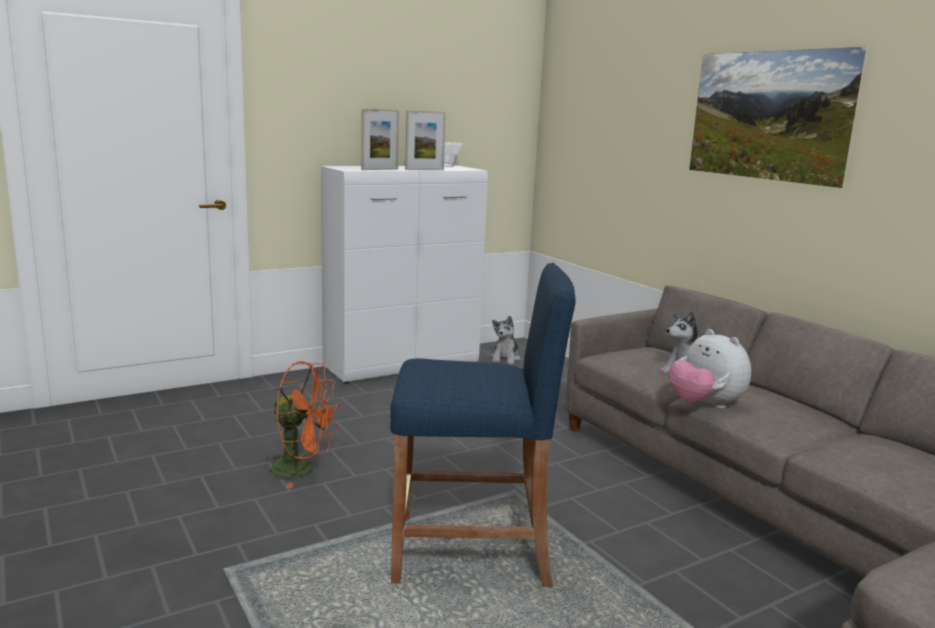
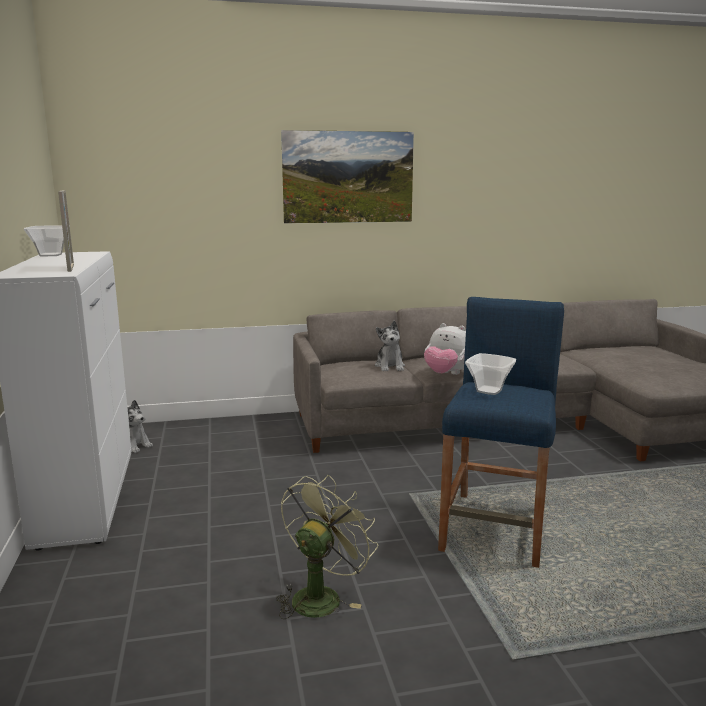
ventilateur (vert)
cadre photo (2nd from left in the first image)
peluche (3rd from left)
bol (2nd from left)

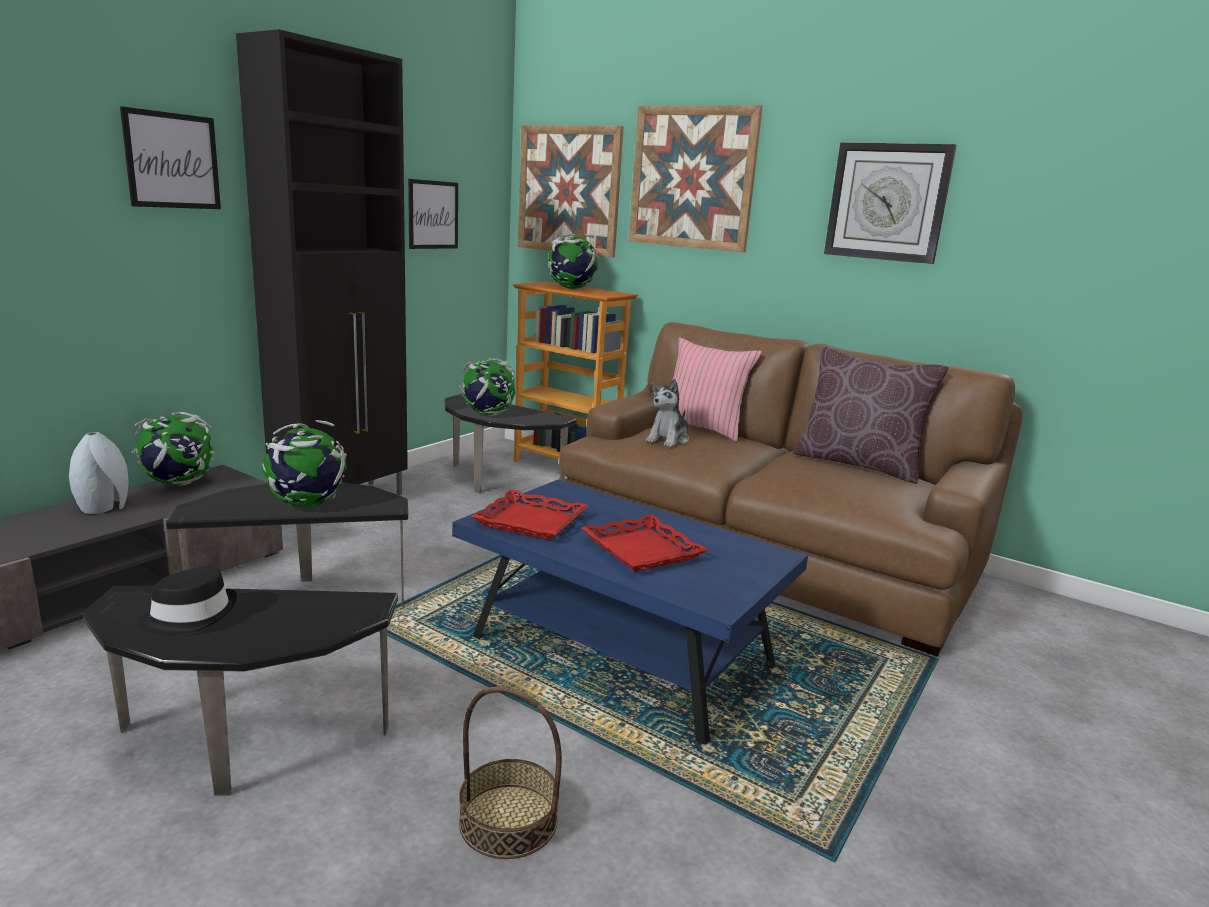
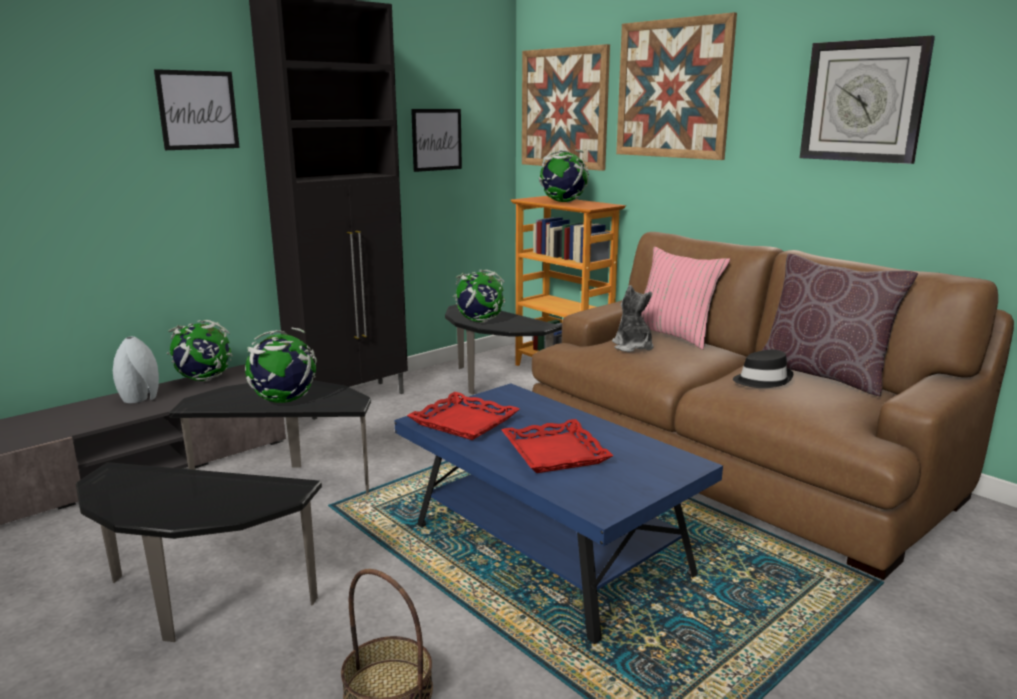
chapeau (noir)
peluche

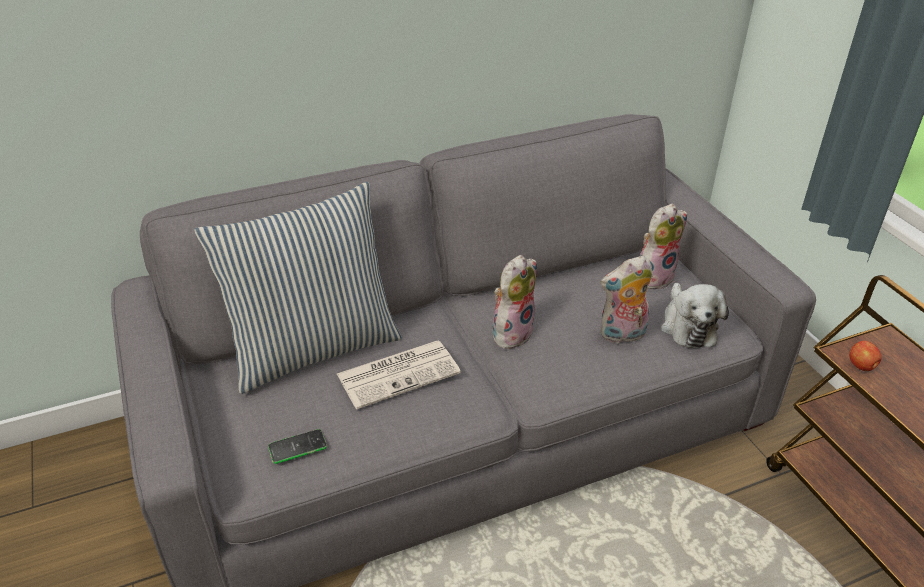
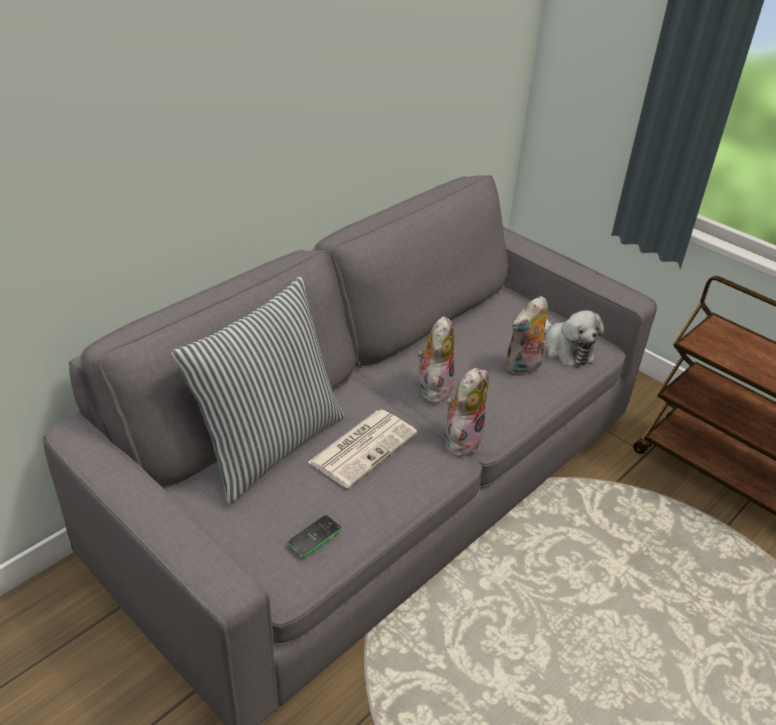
peluche (2nd from left)
pomme

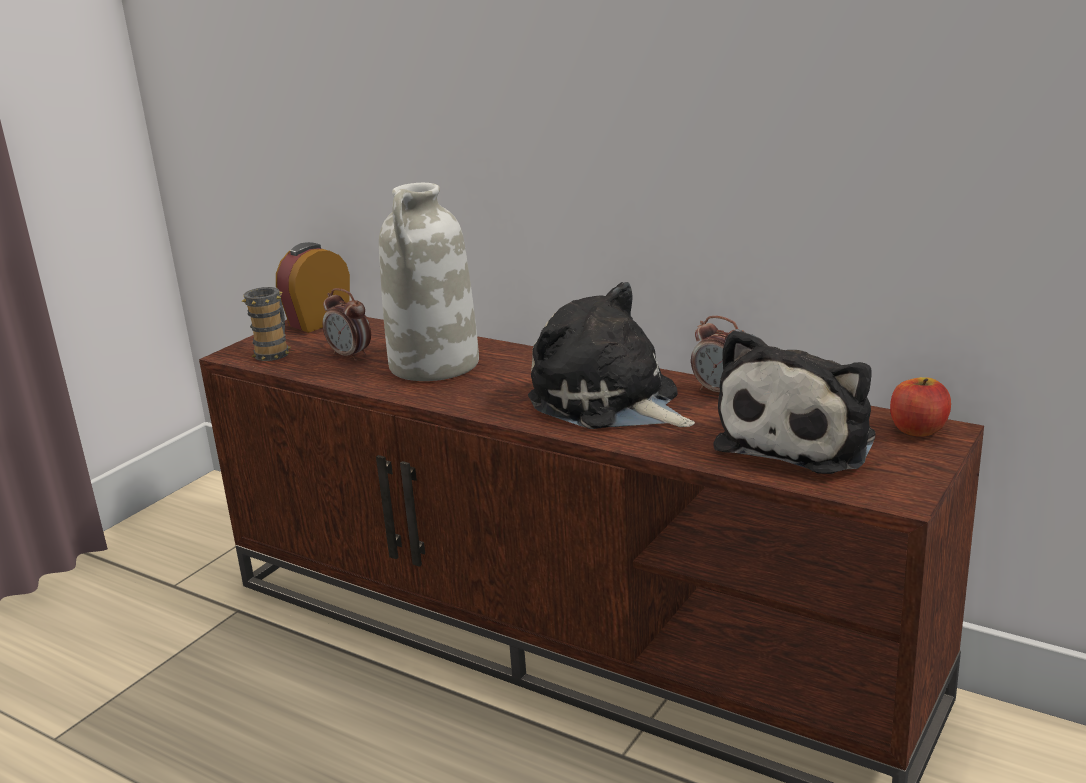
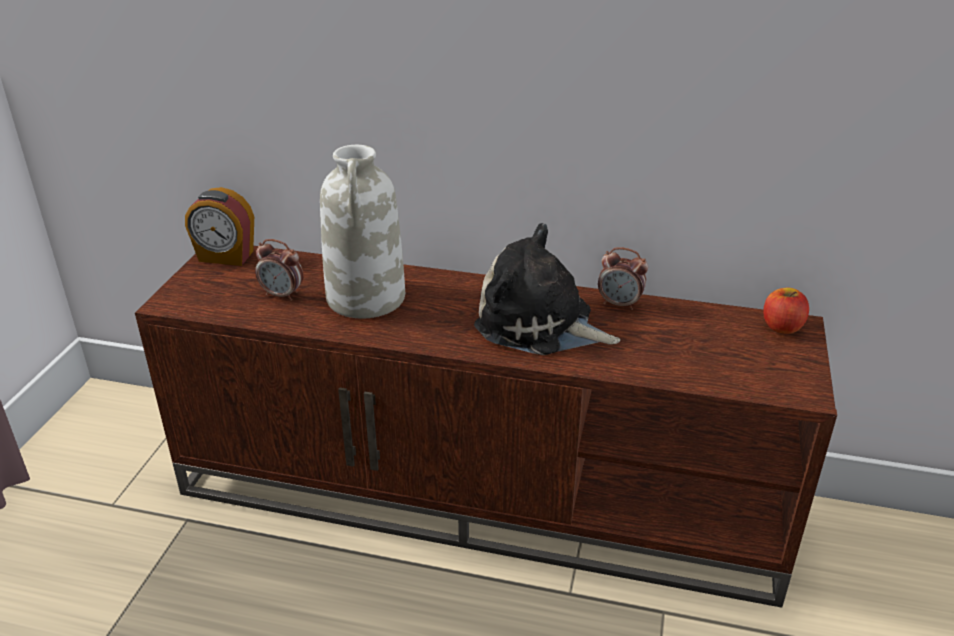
mug
réveil (1st from left)
peluche (2nd from left in the first image)

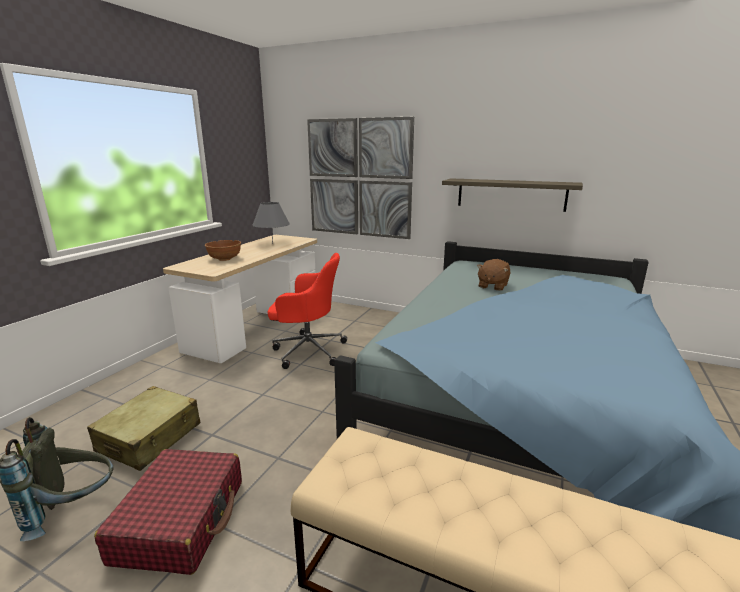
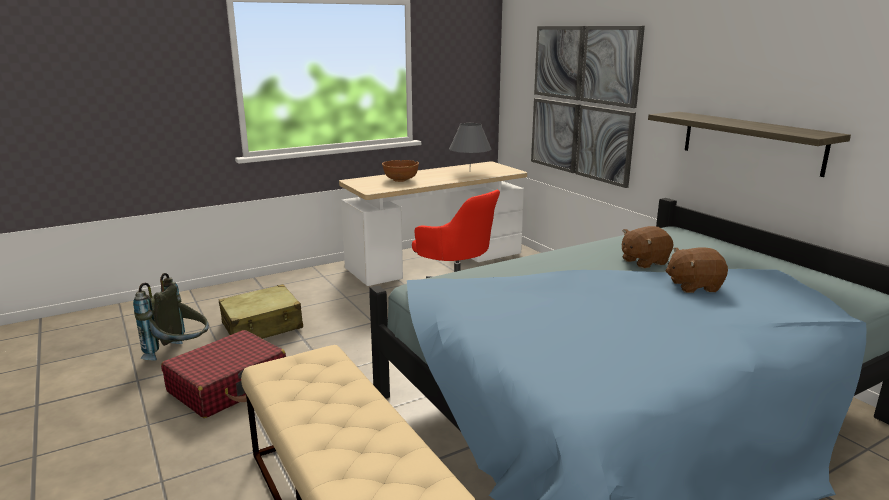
peluche (marron) (2nd from left)

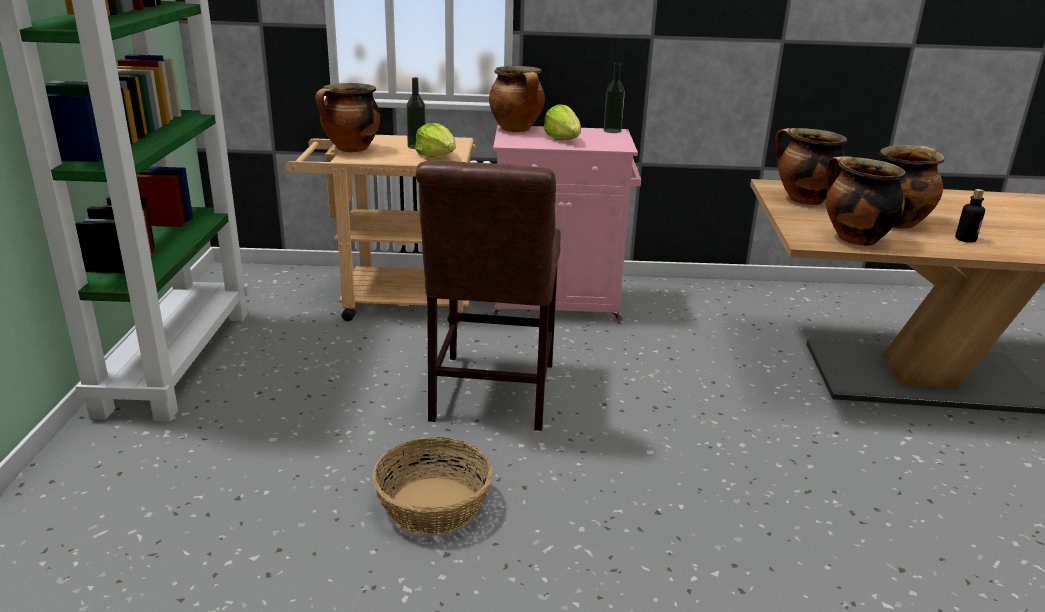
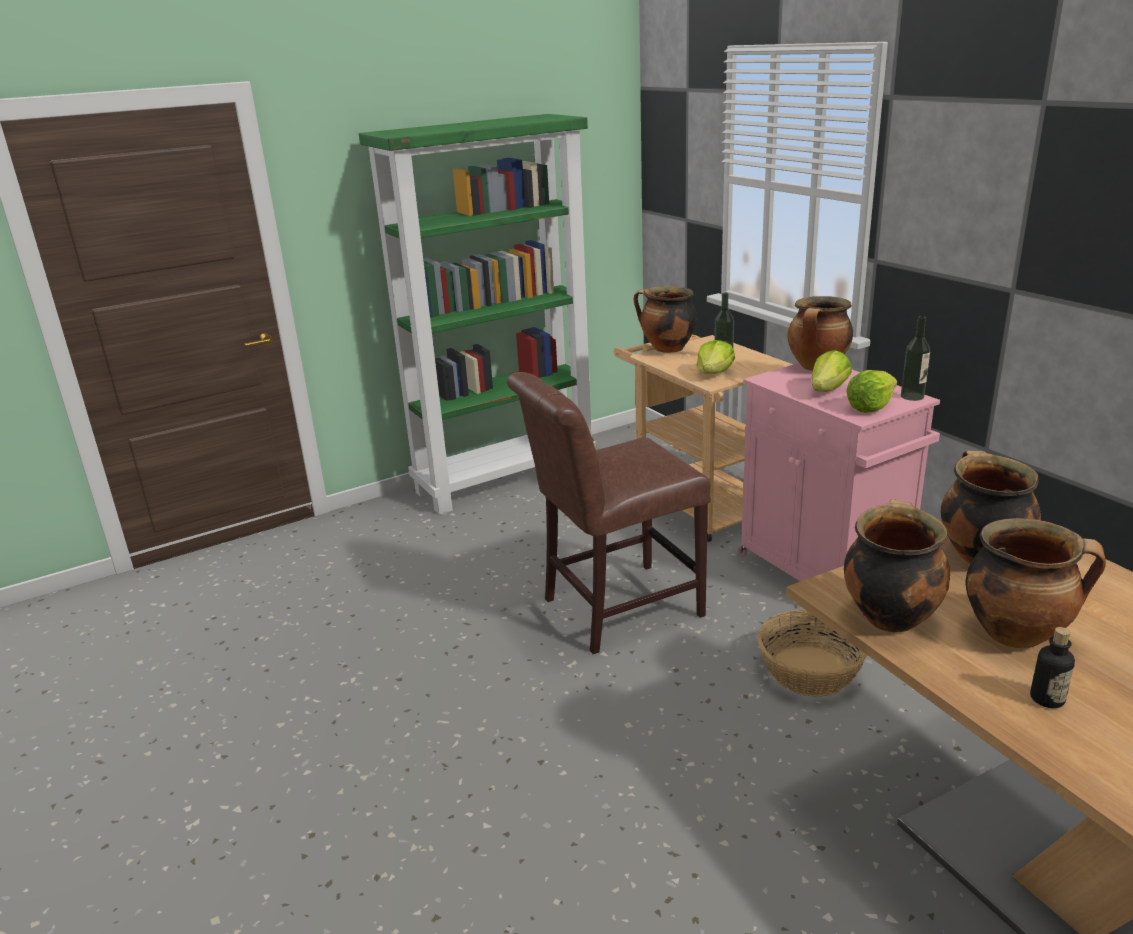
panier
laitue (3rd from left)

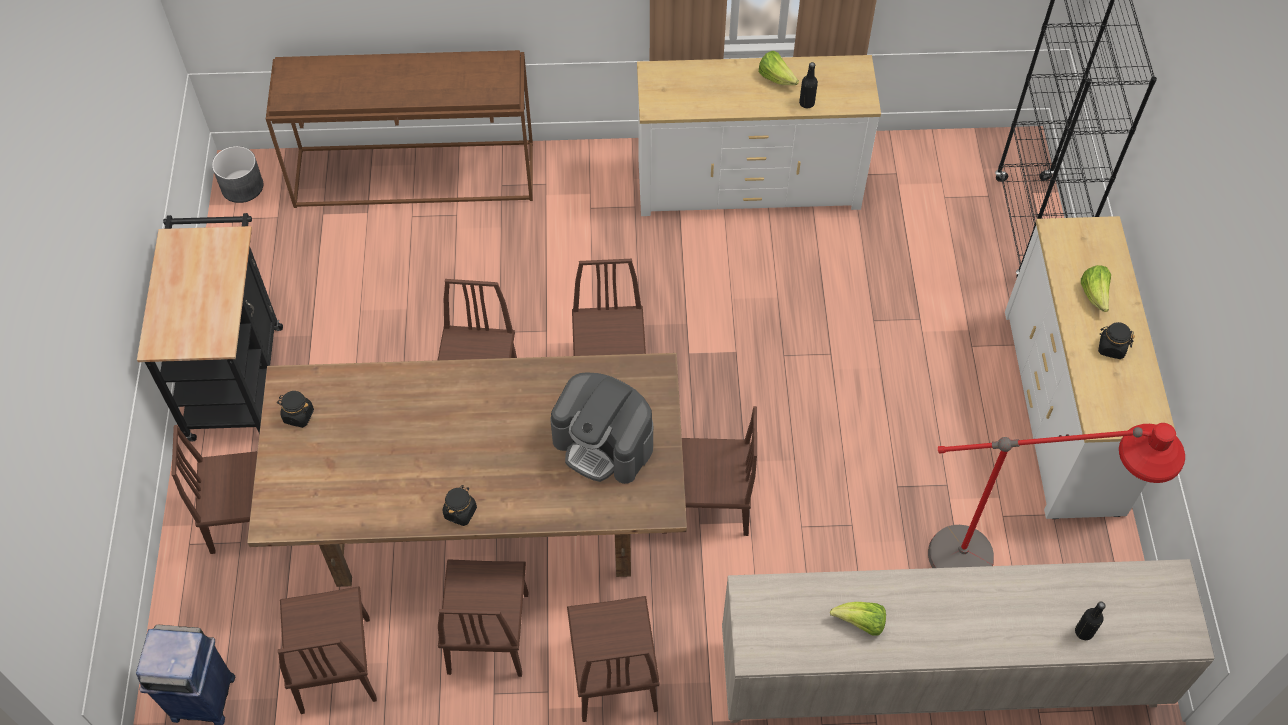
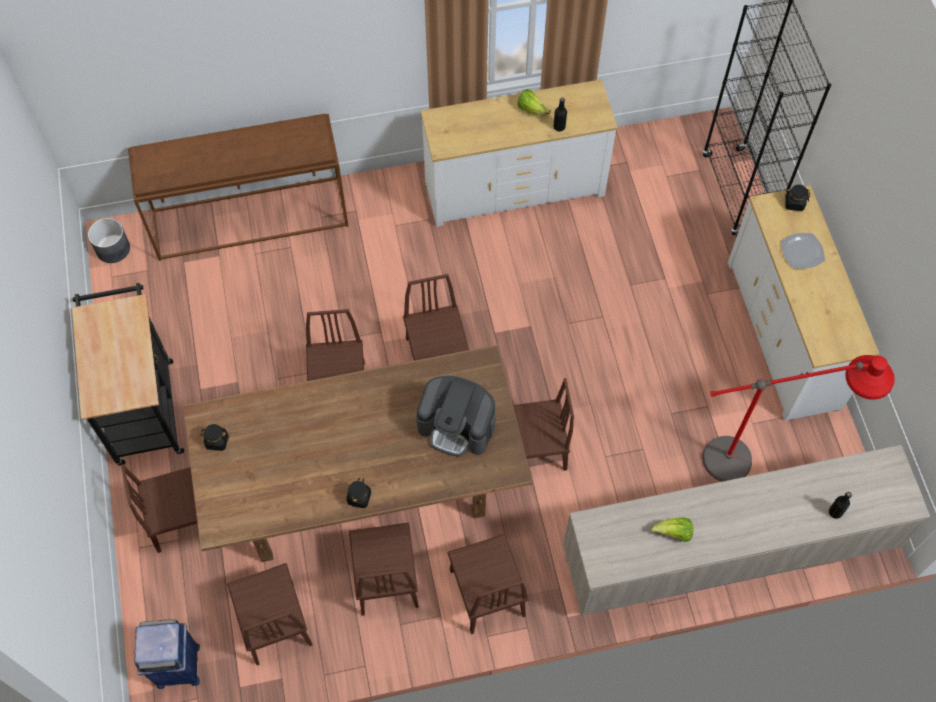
assiette
bocal (noir) (3rd from left)

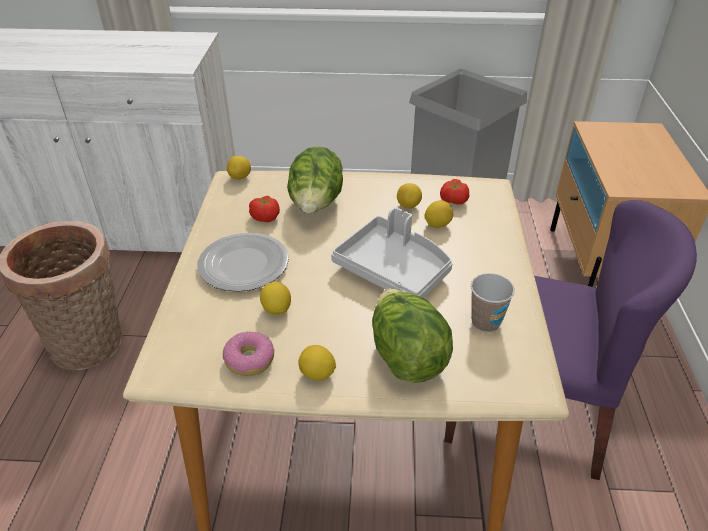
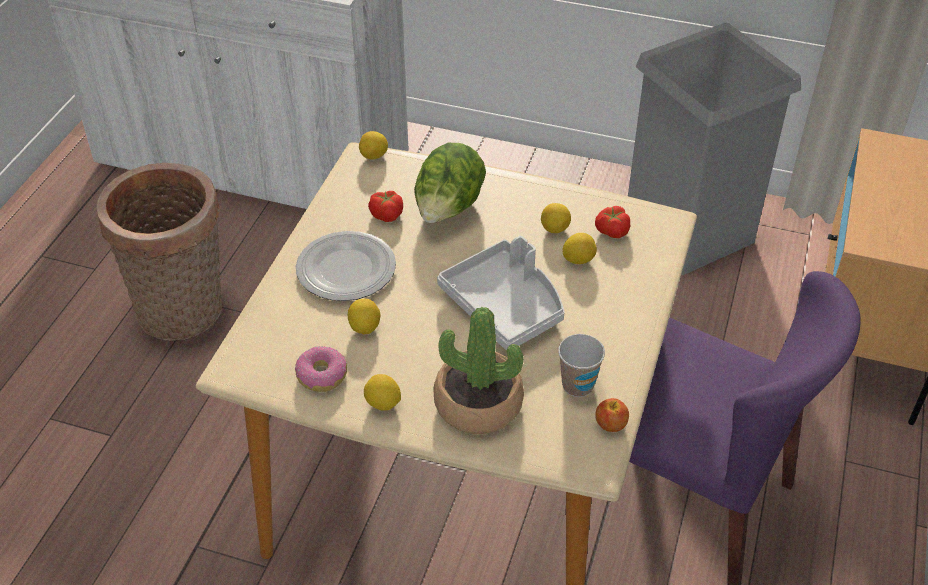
plante en pot
pomme

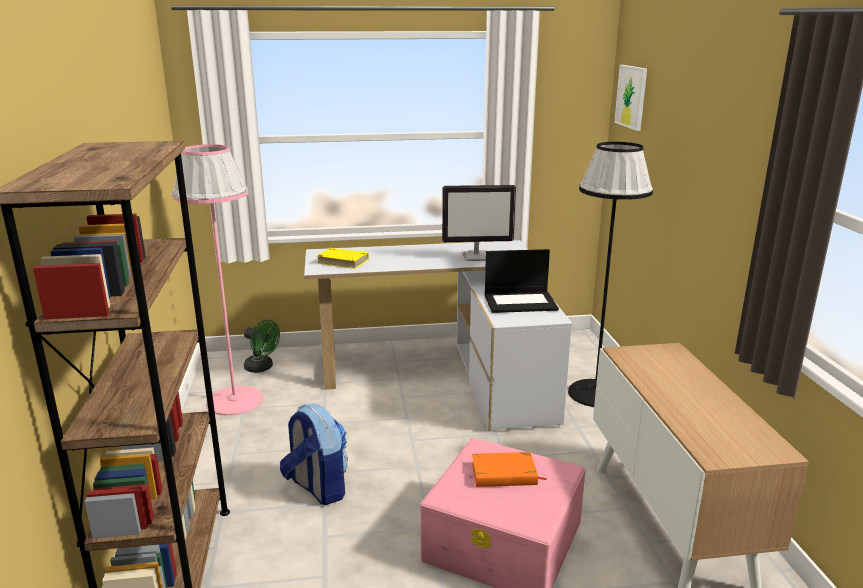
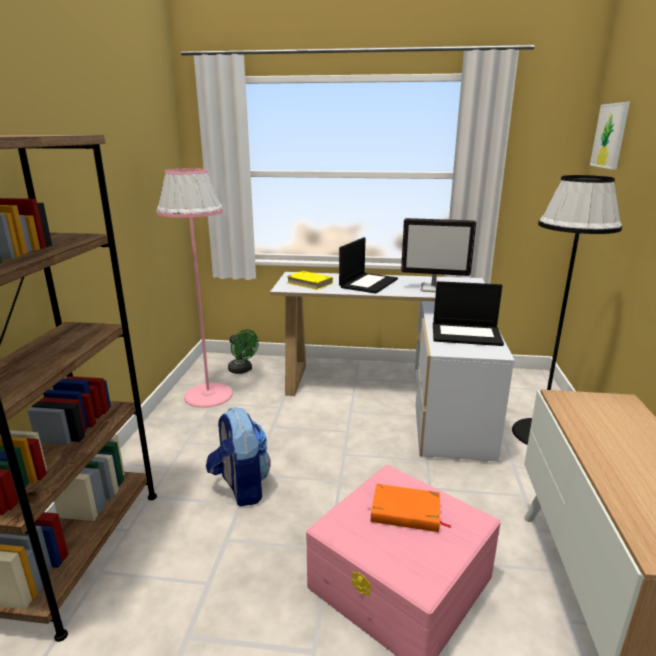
ordinateur portable (1st from left)

